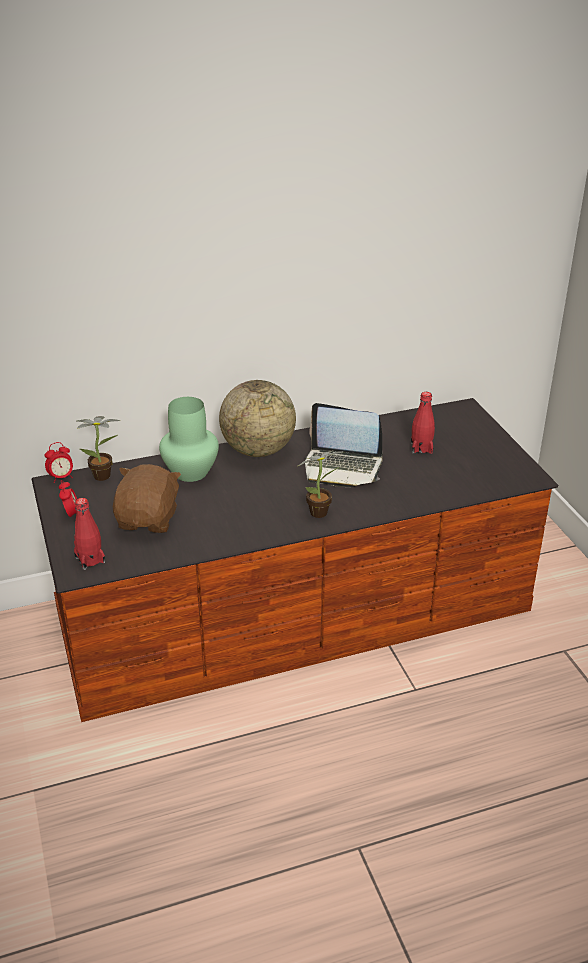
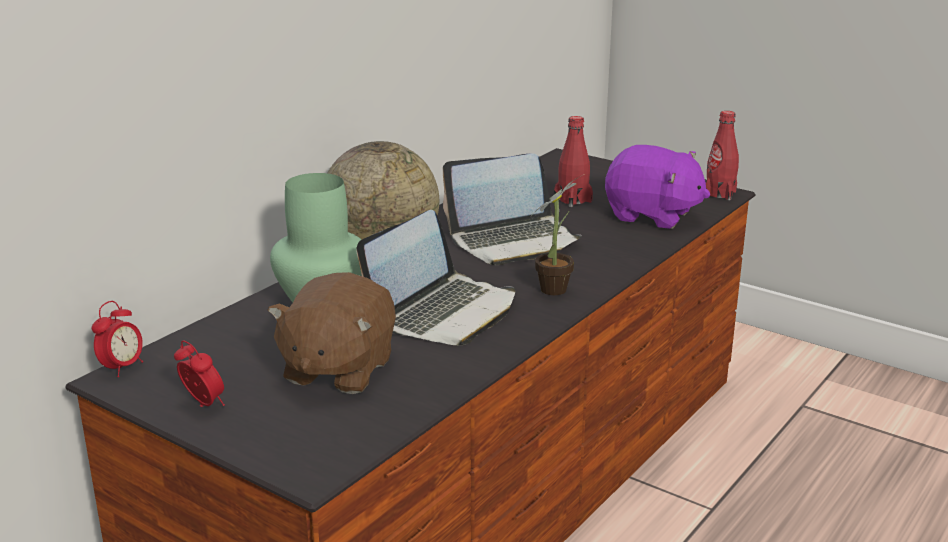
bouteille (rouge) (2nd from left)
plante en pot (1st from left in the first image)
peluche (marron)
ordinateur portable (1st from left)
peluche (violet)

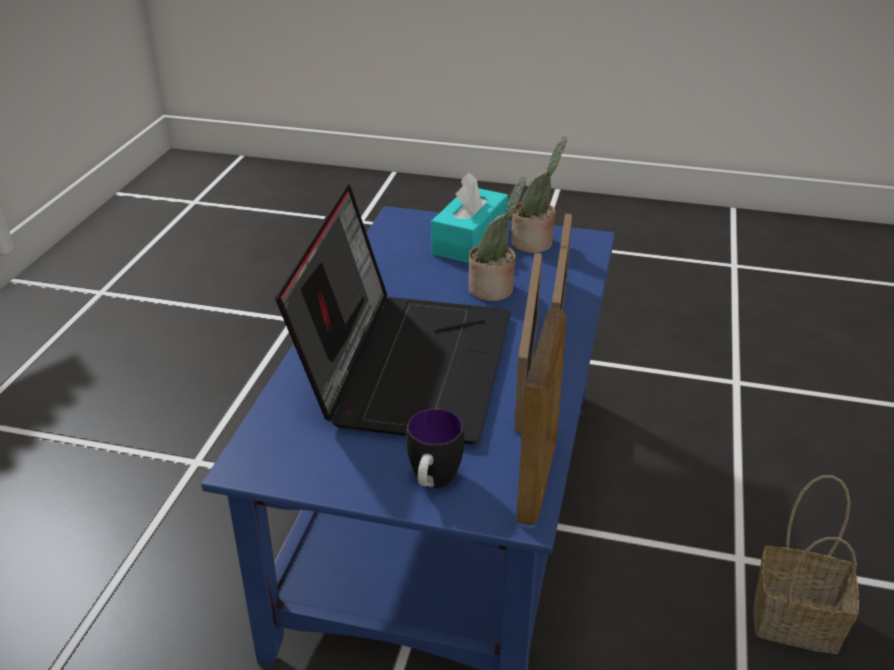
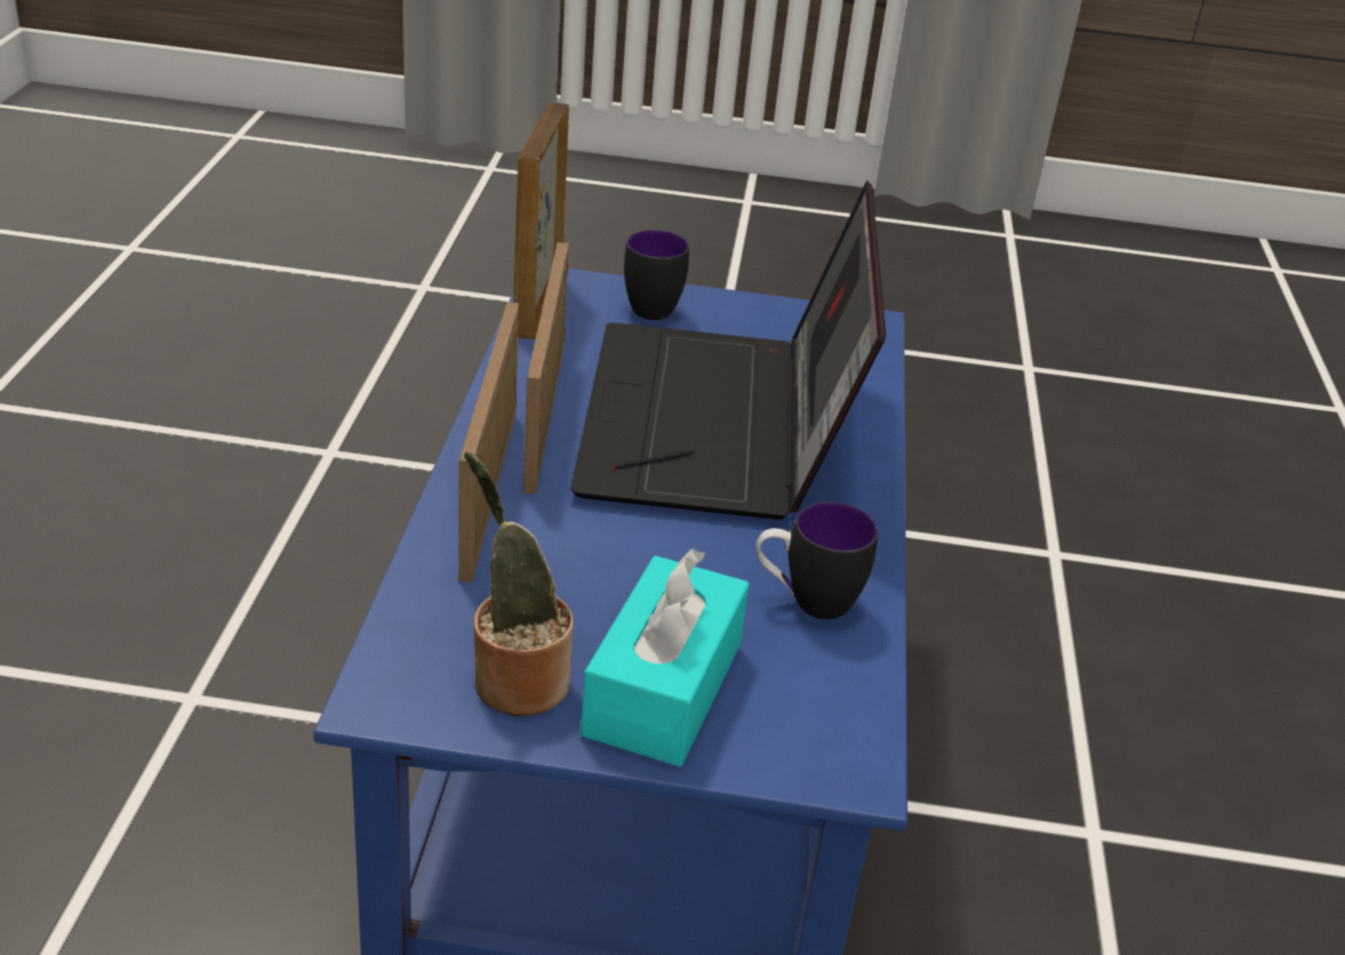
plante en pot (1st from left in the first image)
panier
mug (2nd from left)

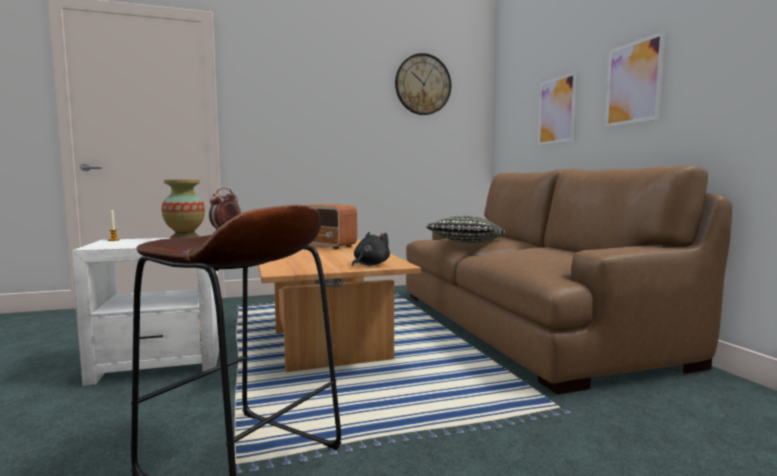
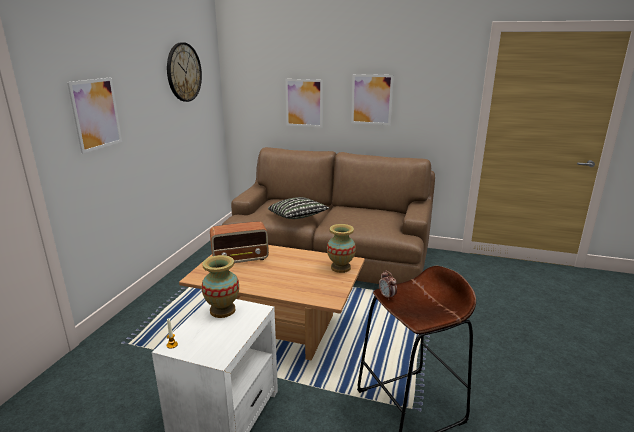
vase (2nd from left)
tableau (1st from left)

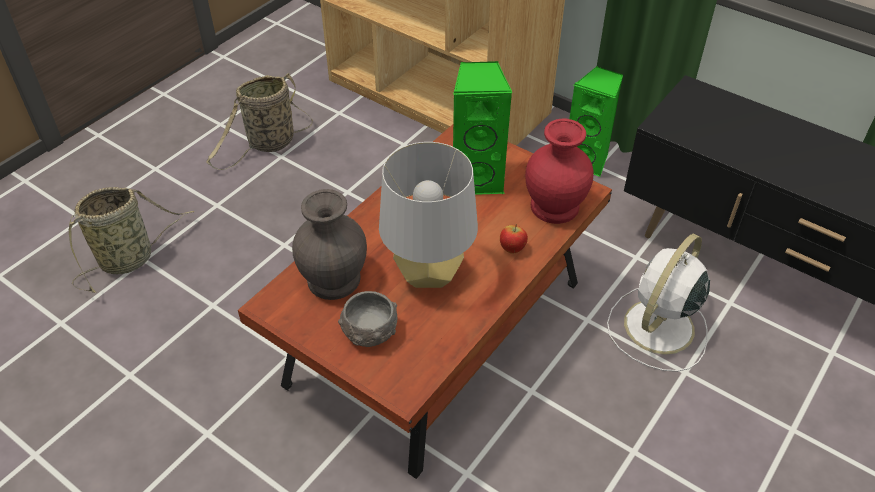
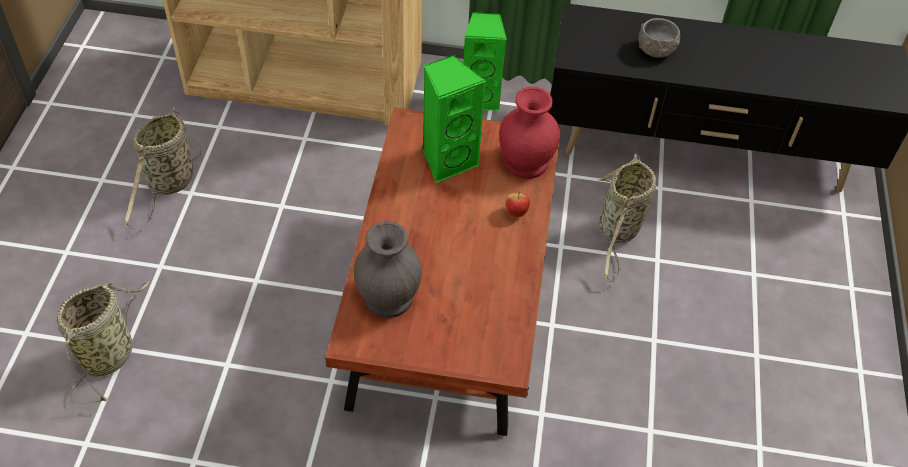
bol (gris)
lampe de table (gris)
panier (3rd from left)

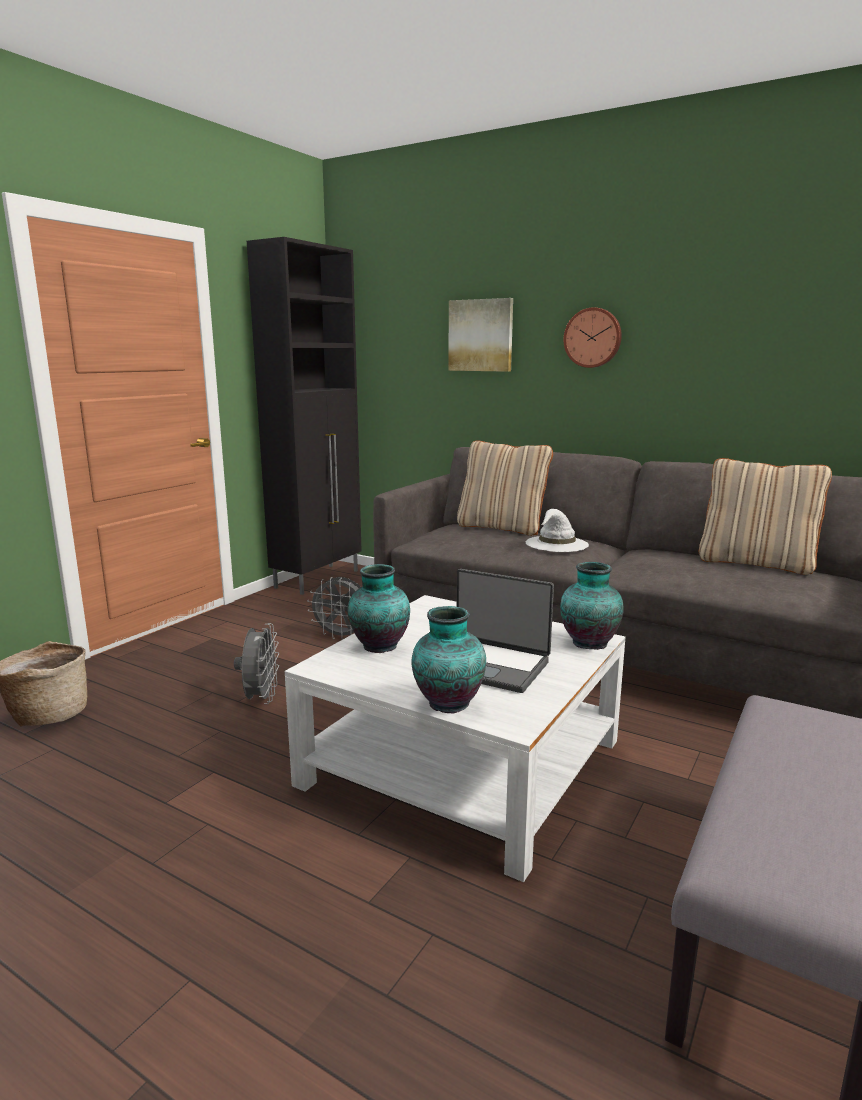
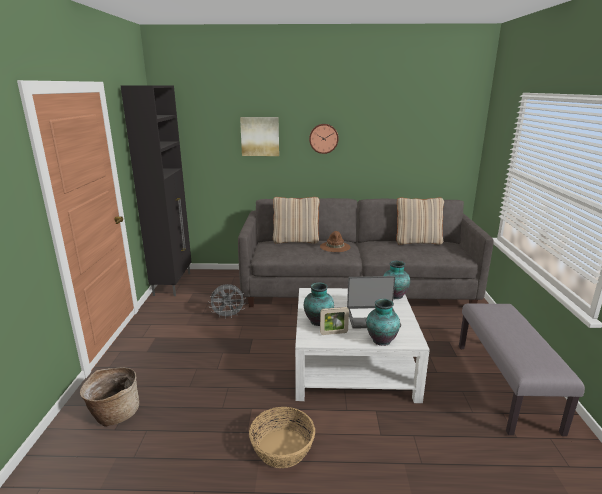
ventilateur (gris) (1st from left in the first image)
chapeau (marron)
panier (2nd from left)
cadre photo

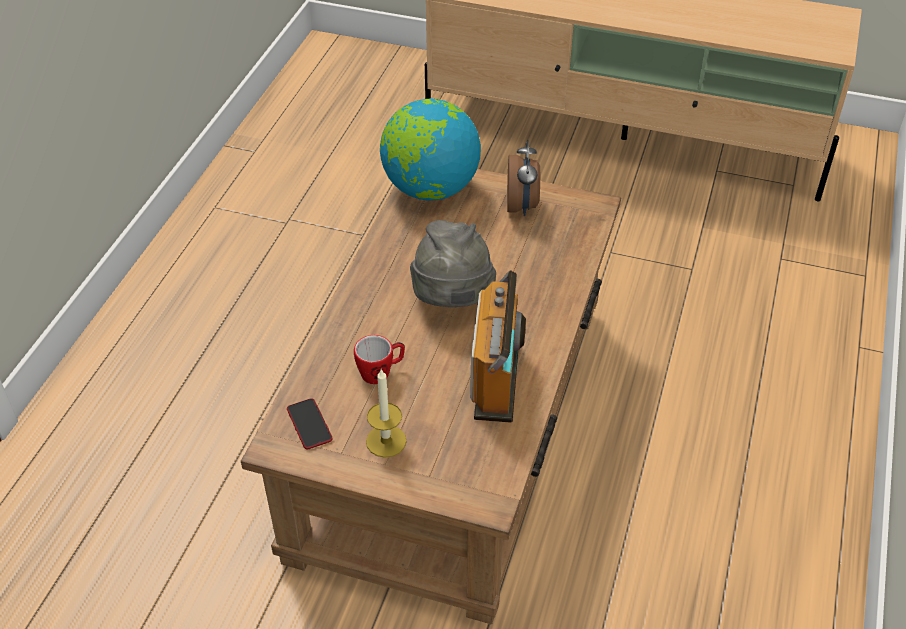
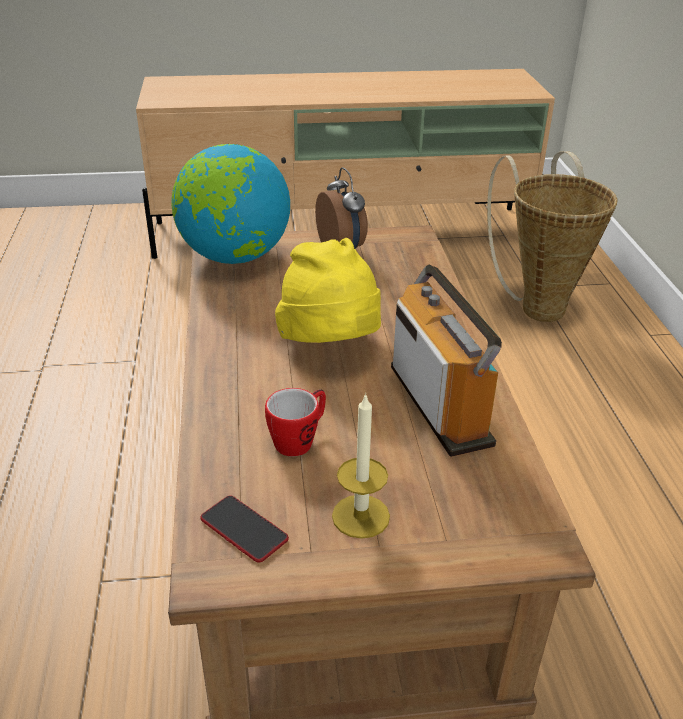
chapeau (jaune)
panier

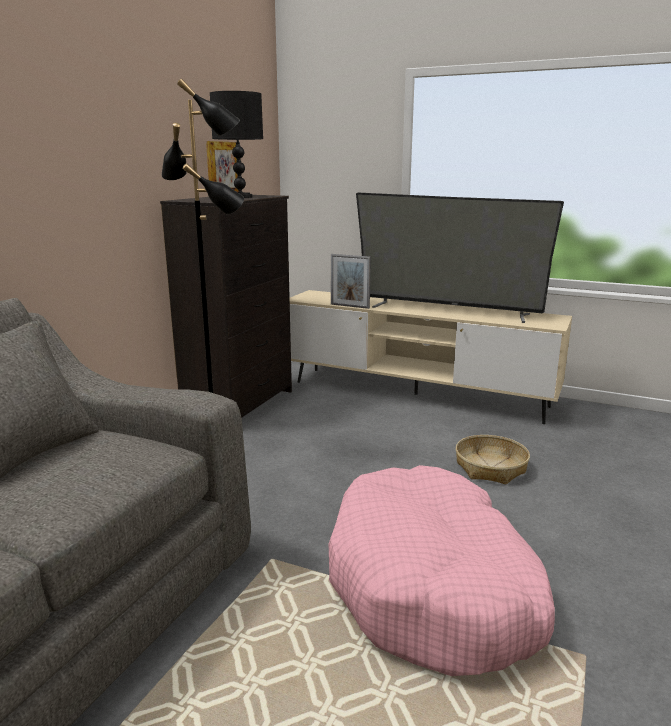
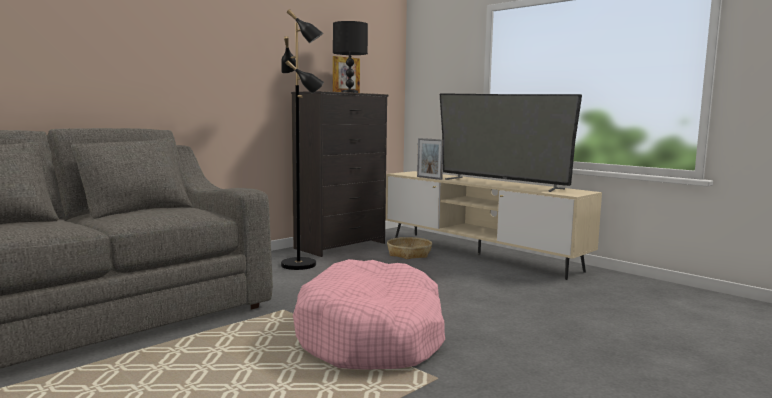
panier

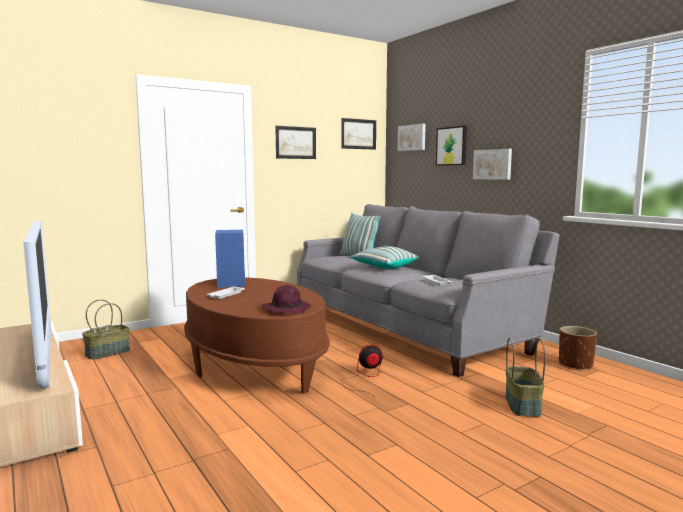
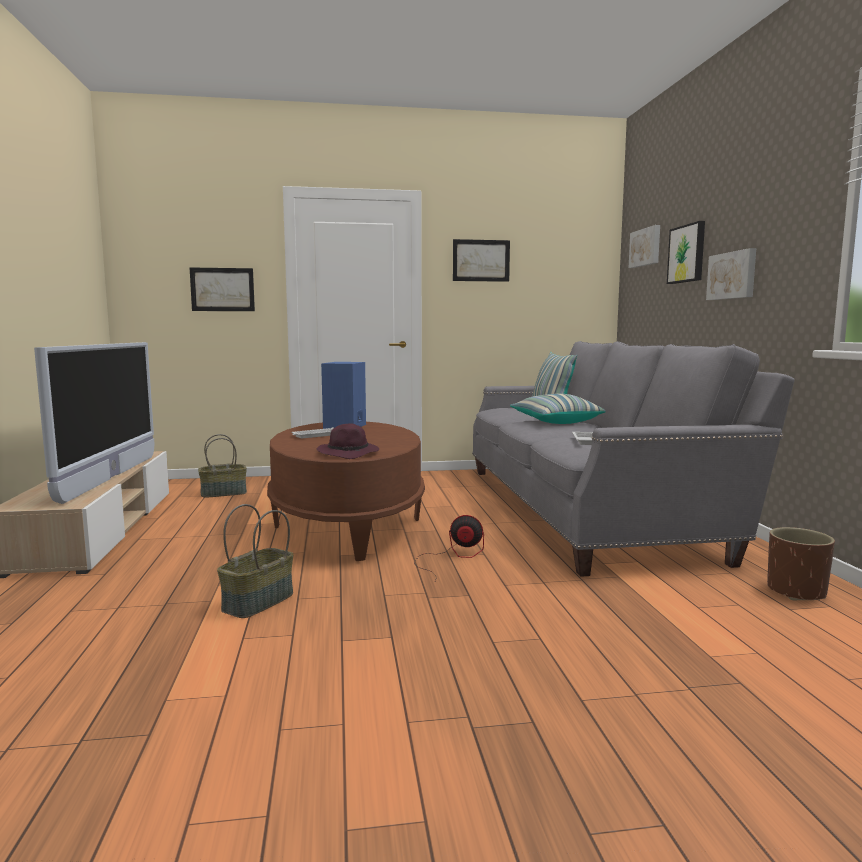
tableau (1st from left)
panier (2nd from left)

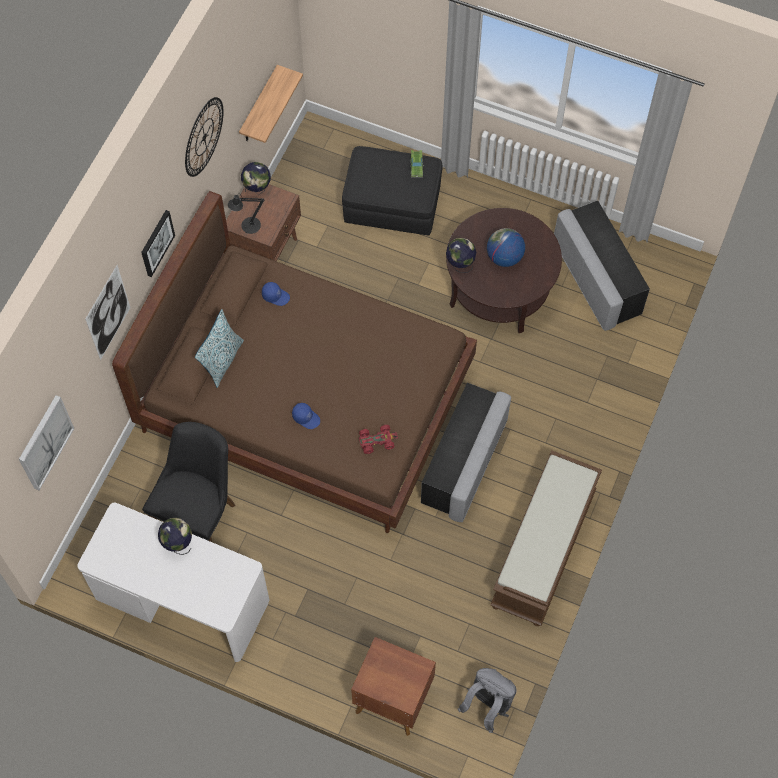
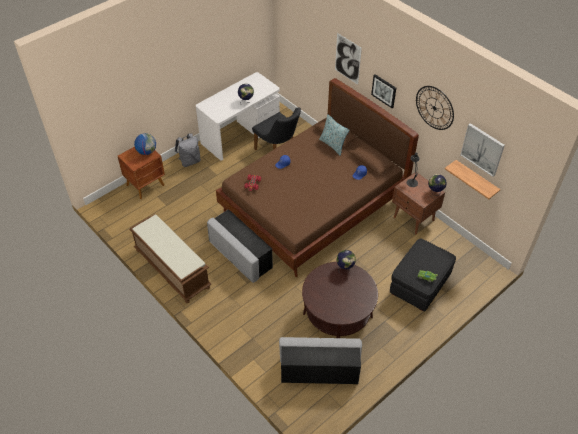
tableau (3rd from left)
sac à dos (gris)
globe (1st from left)

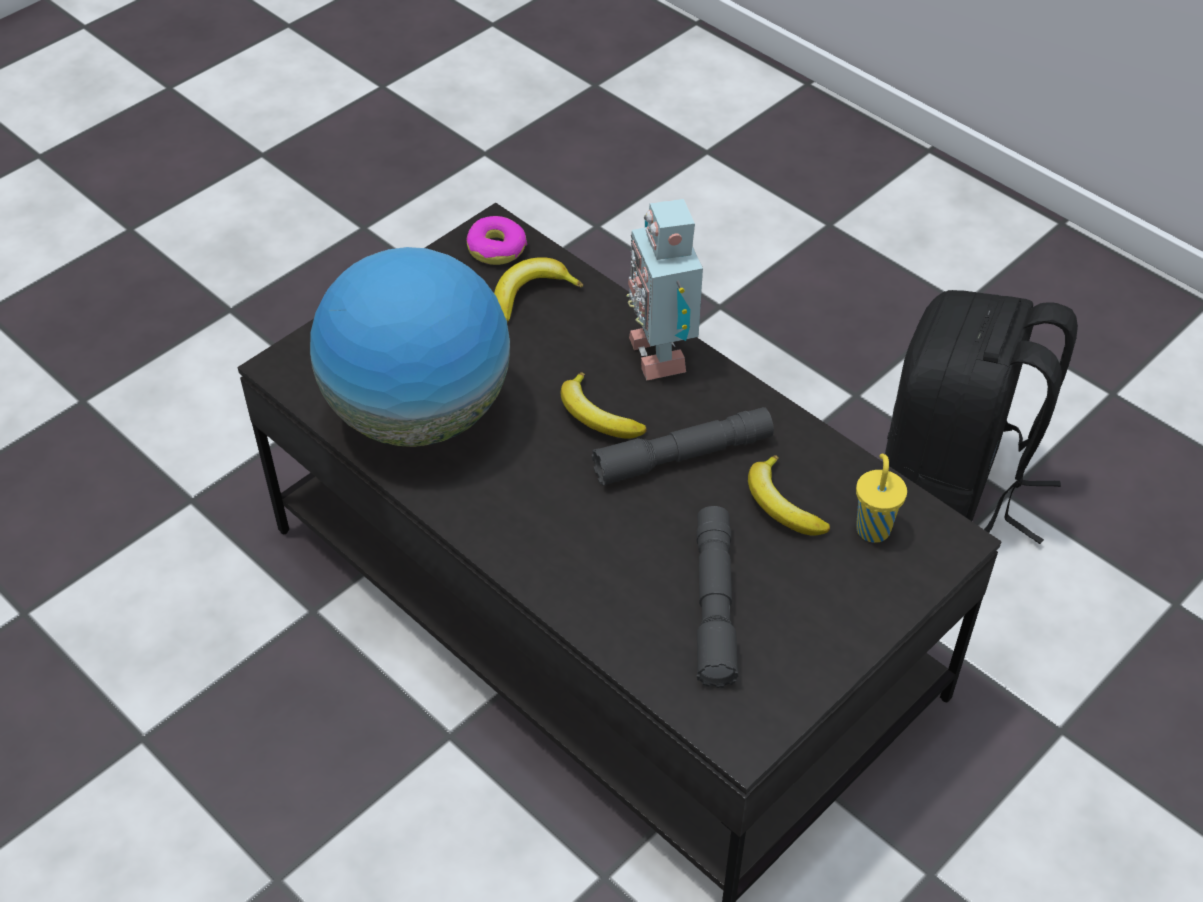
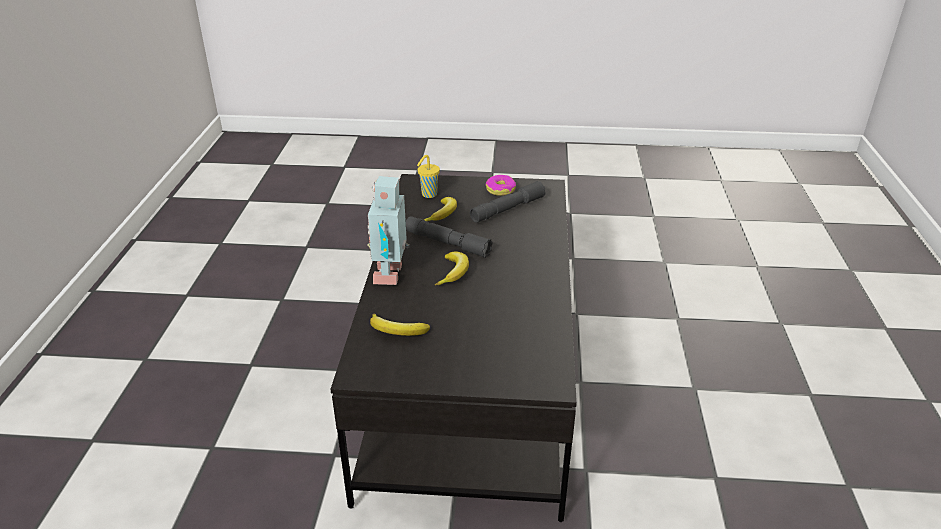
globe
beignet
robot jouet
sac à dos (noir)

